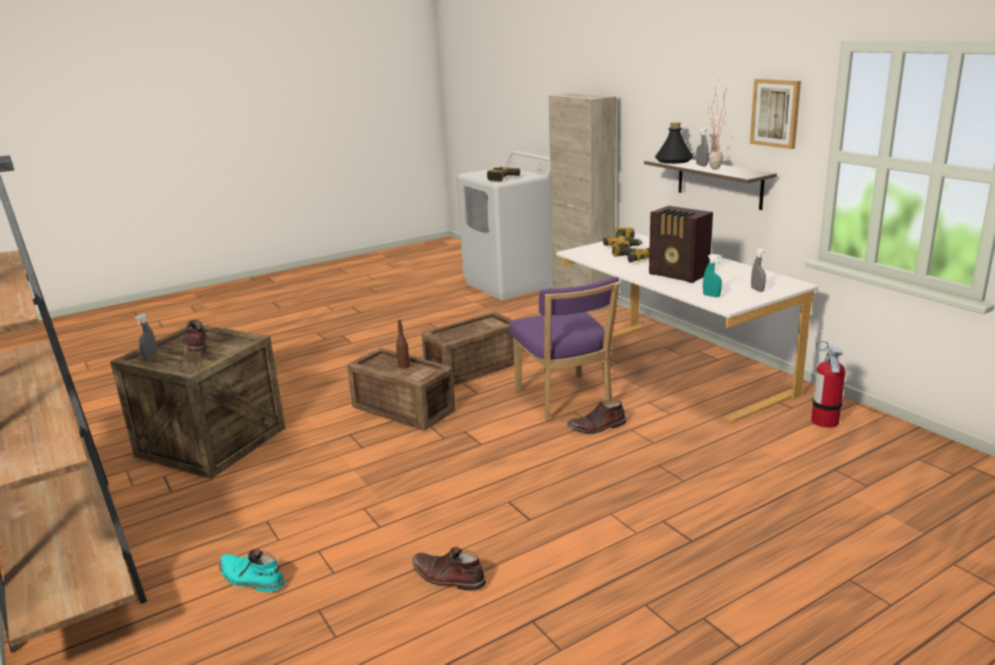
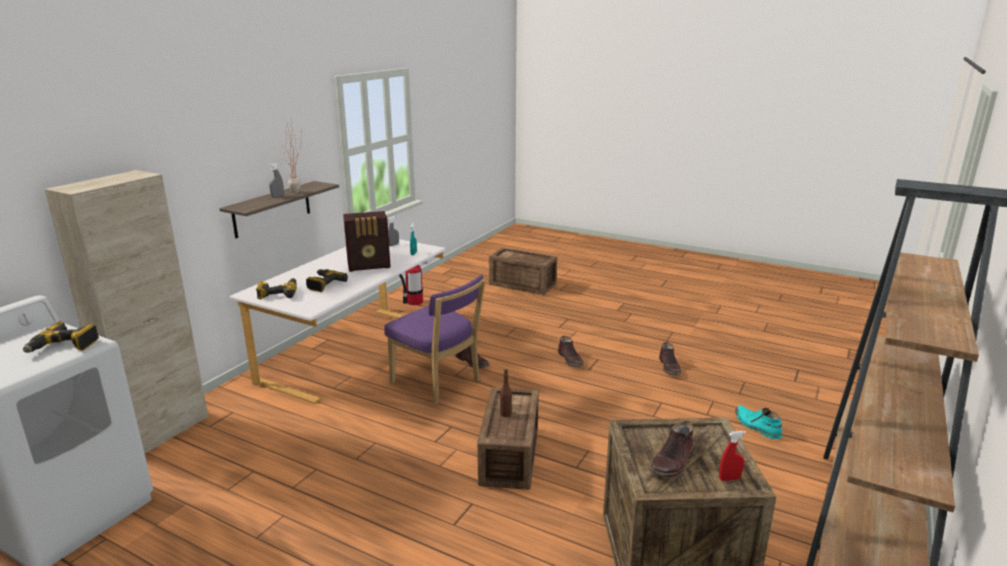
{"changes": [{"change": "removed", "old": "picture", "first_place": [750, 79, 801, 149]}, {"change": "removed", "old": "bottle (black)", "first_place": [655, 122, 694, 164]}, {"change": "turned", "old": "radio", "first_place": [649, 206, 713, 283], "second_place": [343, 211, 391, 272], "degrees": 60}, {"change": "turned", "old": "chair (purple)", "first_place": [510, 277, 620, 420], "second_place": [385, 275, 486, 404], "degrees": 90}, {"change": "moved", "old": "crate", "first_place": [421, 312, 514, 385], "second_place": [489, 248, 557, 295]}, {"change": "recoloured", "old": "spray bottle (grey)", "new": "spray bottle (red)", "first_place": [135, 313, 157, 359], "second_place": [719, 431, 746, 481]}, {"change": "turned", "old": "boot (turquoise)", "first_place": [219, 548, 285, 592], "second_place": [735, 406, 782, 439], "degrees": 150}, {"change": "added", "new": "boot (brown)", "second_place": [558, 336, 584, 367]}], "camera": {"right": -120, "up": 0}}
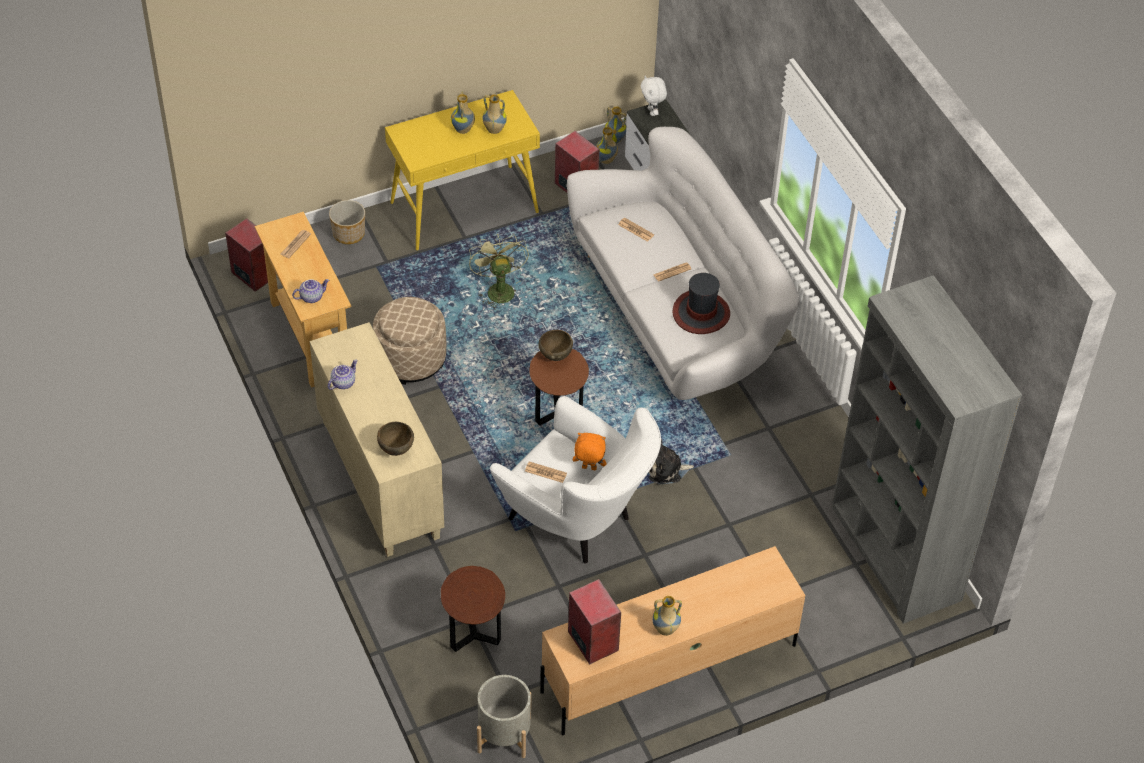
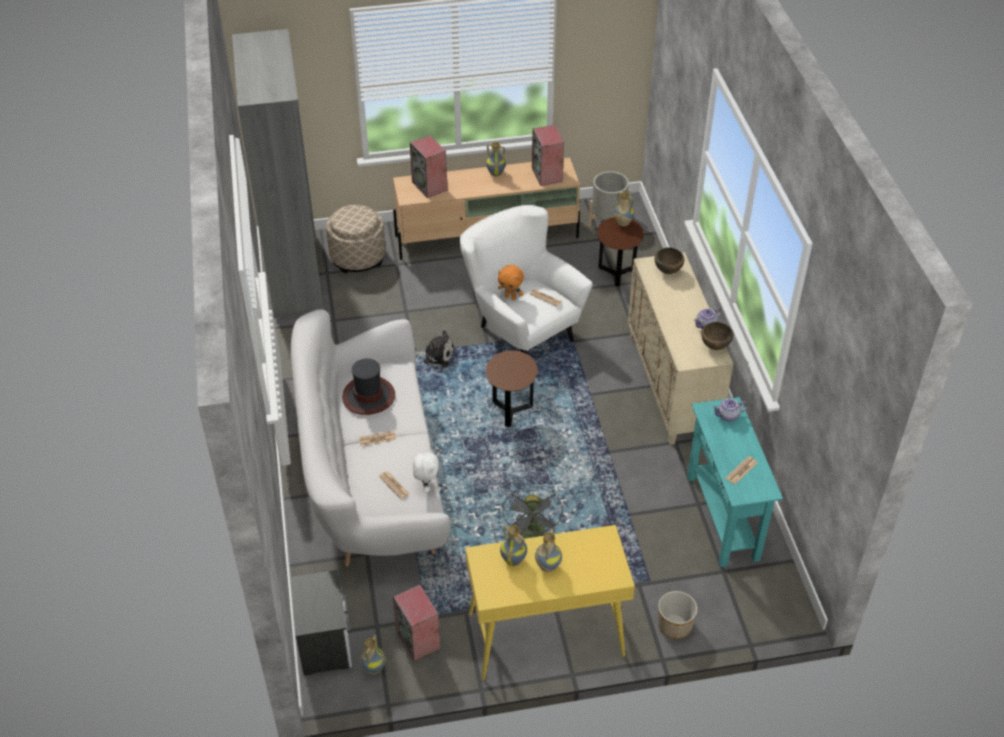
{"changes": [{"change": "moved", "old": "plush toy (white)", "first_place": [641, 76, 667, 116], "second_place": [413, 450, 439, 493]}, {"change": "moved", "old": "vase", "first_place": [605, 107, 626, 143], "second_place": [614, 192, 634, 226]}, {"change": "recoloured", "old": "console table (beige)", "new": "console table (turquoise)", "first_place": [255, 212, 351, 388], "second_place": [687, 397, 783, 567]}, {"change": "moved", "old": "speaker", "first_place": [225, 218, 268, 292], "second_place": [410, 135, 447, 198]}, {"change": "recoloured", "old": "fan (green)", "new": "fan (grey)", "first_place": [469, 234, 529, 308], "second_place": [502, 487, 563, 539]}, {"change": "moved", "old": "ottoman (beige)", "first_place": [373, 297, 446, 385], "second_place": [326, 205, 385, 273]}, {"change": "moved", "old": "bowl (brown)", "first_place": [539, 330, 573, 361], "second_place": [701, 322, 734, 350]}], "camera": {"right": -165, "up": -5}}
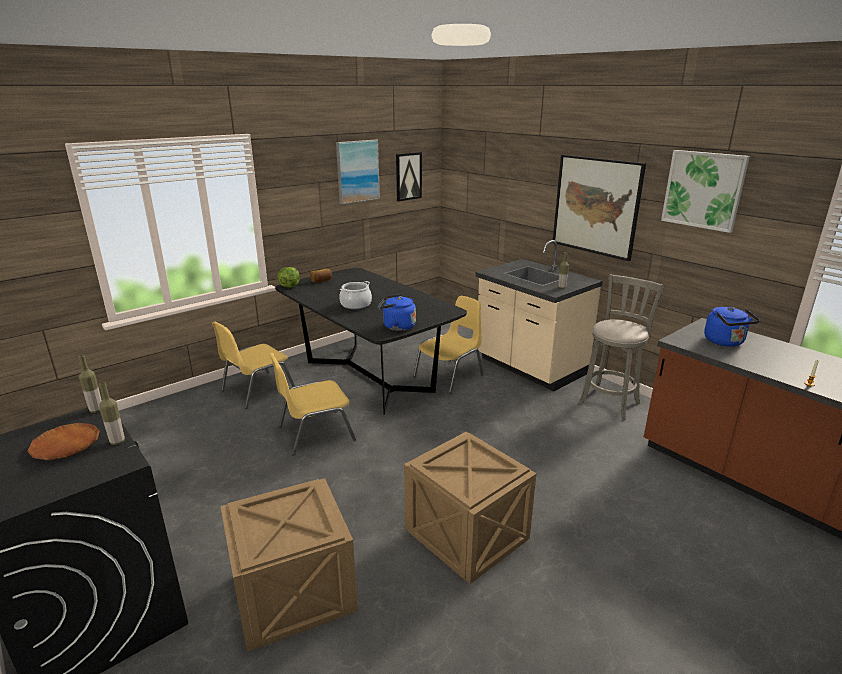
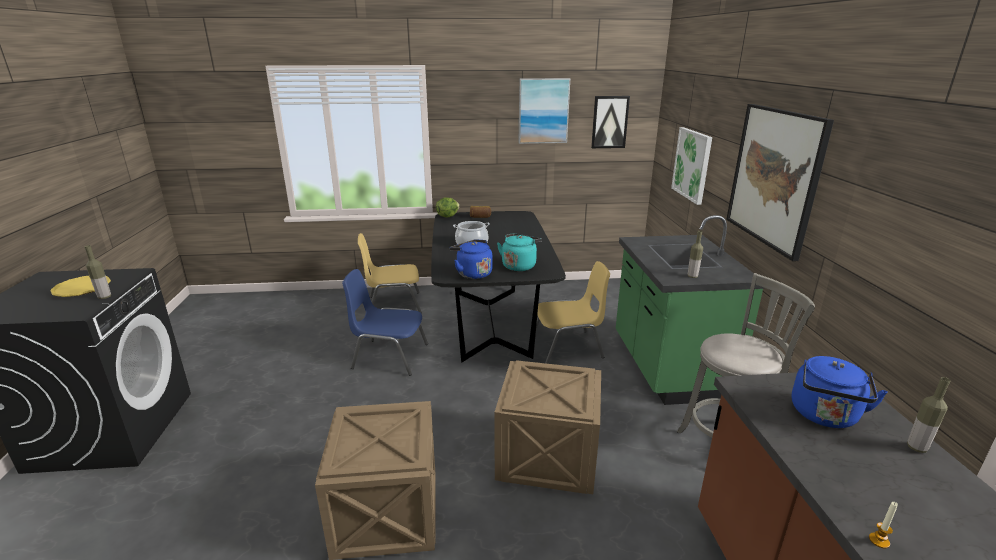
{"changes": [{"change": "moved", "old": "picture", "first_place": [661, 150, 750, 233], "second_place": [671, 127, 712, 205]}, {"change": "recoloured", "old": "counter (beige)", "new": "counter (green)", "first_place": [475, 240, 603, 391], "second_place": [616, 215, 764, 405]}, {"change": "recoloured", "old": "chair (yellow)", "new": "chair (blue)", "first_place": [269, 353, 356, 456], "second_place": [342, 269, 428, 376]}, {"change": "moved", "old": "bottle", "first_place": [78, 355, 102, 413], "second_place": [907, 377, 950, 453]}, {"change": "recoloured", "old": "plate (brown)", "new": "plate (yellow)", "first_place": [27, 423, 100, 460], "second_place": [50, 276, 111, 297]}, {"change": "moved", "old": "crate", "first_place": [220, 478, 358, 651], "second_place": [494, 360, 601, 494]}, {"change": "added", "new": "kettle (turquoise)", "second_place": [497, 233, 542, 271]}], "camera": {"right": 35, "up": 0}}
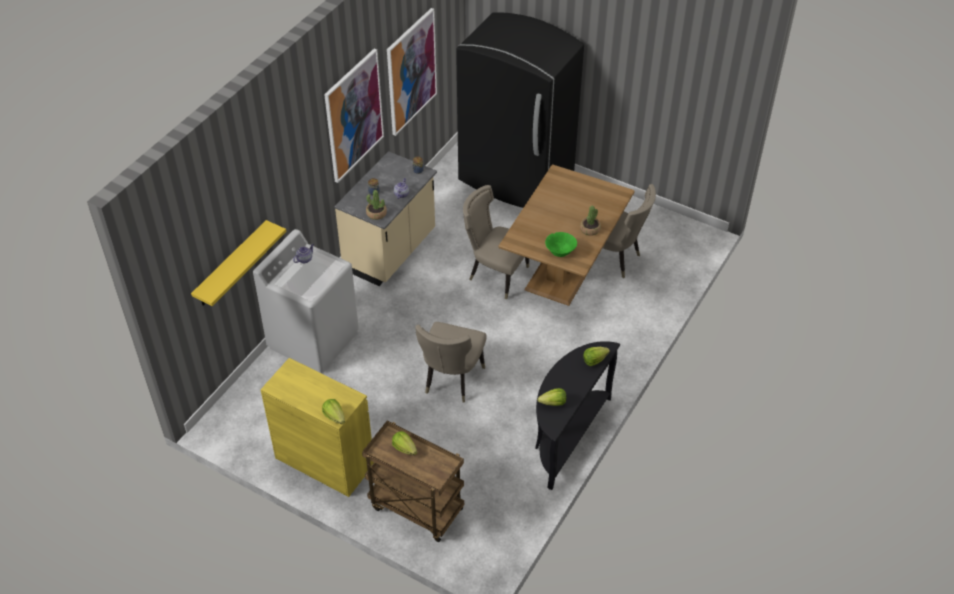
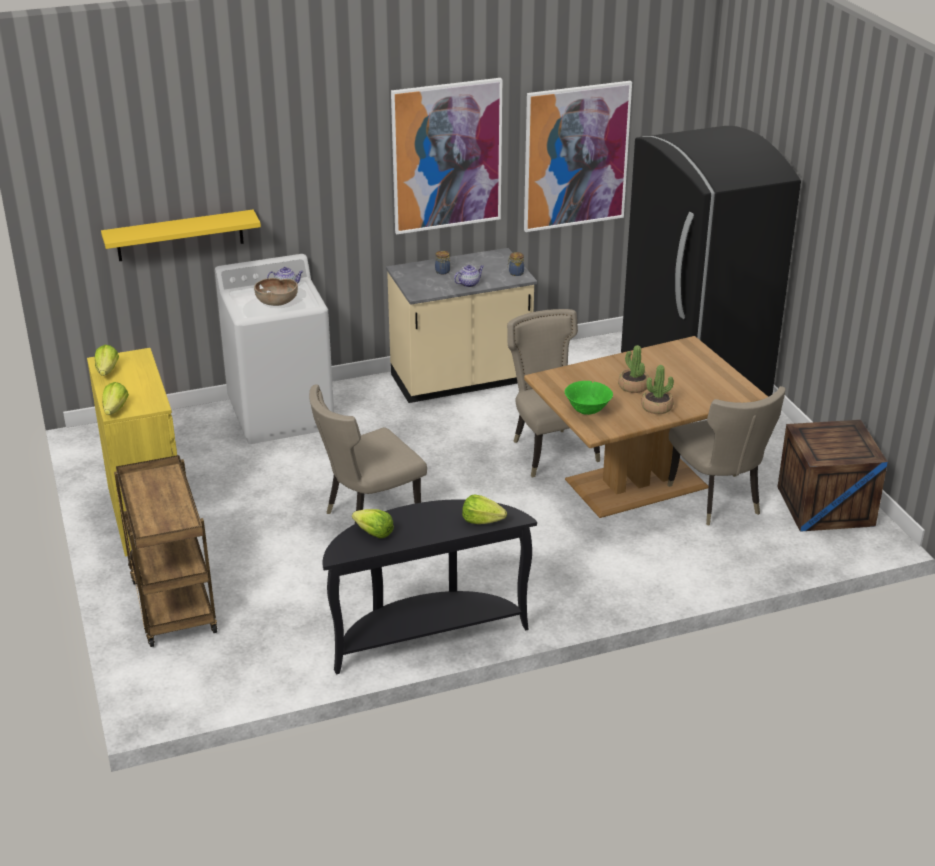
{"changes": [{"change": "moved", "old": "potted plant", "first_place": [366, 190, 387, 220], "second_place": [618, 345, 649, 393]}, {"change": "moved", "old": "lettuce", "first_place": [392, 431, 417, 455], "second_place": [94, 345, 119, 376]}, {"change": "added", "new": "bowl (brown)", "second_place": [254, 278, 298, 306]}, {"change": "added", "new": "crate", "second_place": [778, 420, 888, 532]}], "camera": {"right": 40, "up": -15}}
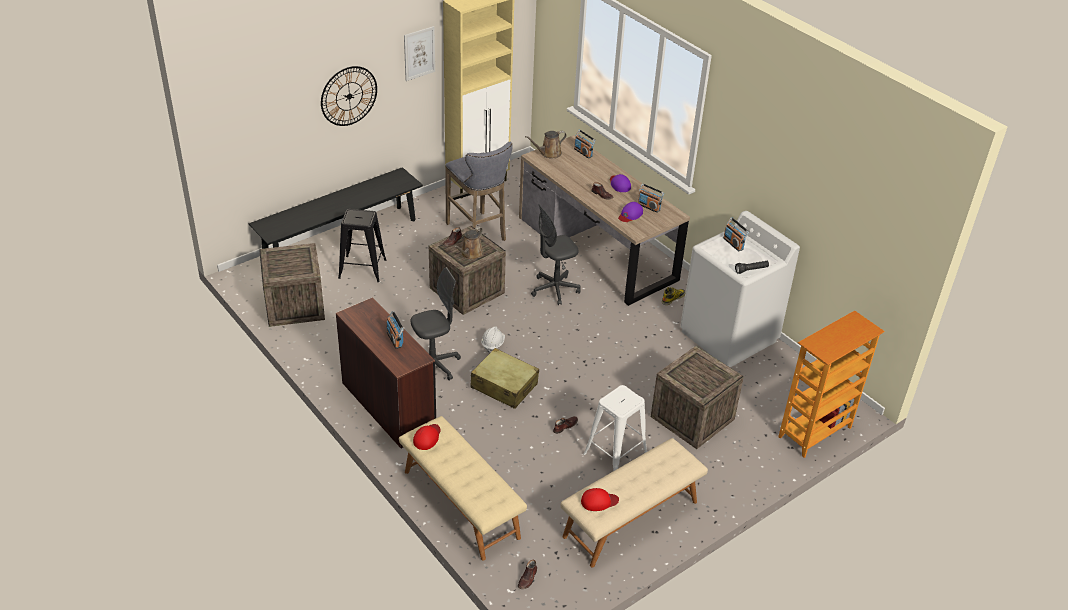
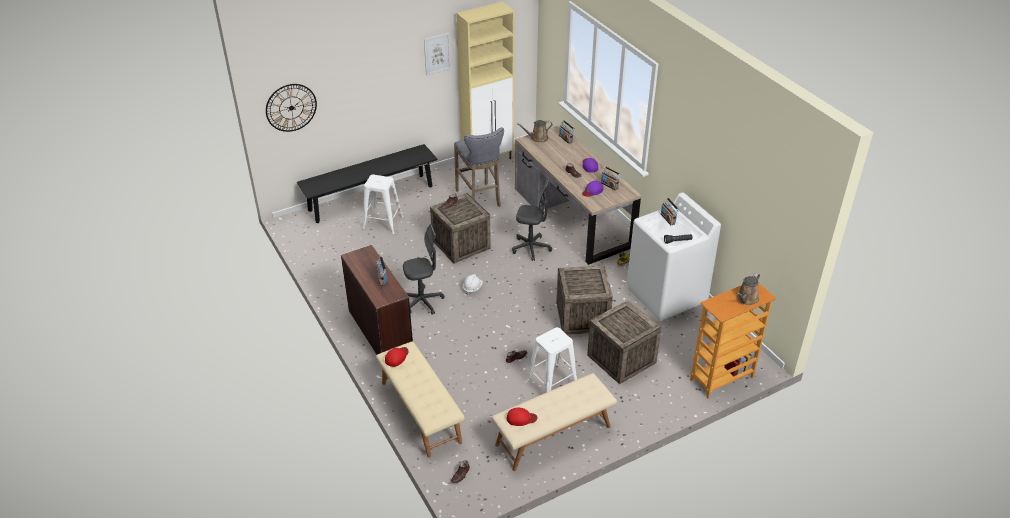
{"changes": [{"change": "moved", "old": "wall clock", "first_place": [321, 66, 377, 126], "second_place": [266, 84, 317, 132]}, {"change": "turned", "old": "office chair (grey)", "first_place": [531, 204, 581, 305], "second_place": [512, 177, 552, 261], "degrees": -150}, {"change": "recoloured", "old": "stool (black)", "new": "stool (white)", "first_place": [338, 209, 386, 282], "second_place": [363, 175, 403, 234]}, {"change": "moved", "old": "watering can (brown)", "first_place": [454, 227, 484, 260], "second_place": [737, 273, 760, 305]}, {"change": "moved", "old": "crate", "first_place": [259, 243, 325, 327], "second_place": [556, 265, 613, 334]}, {"change": "removed", "old": "suitcase (beige)", "first_place": [470, 348, 539, 409]}], "camera": {"right": 10, "up": 0}}
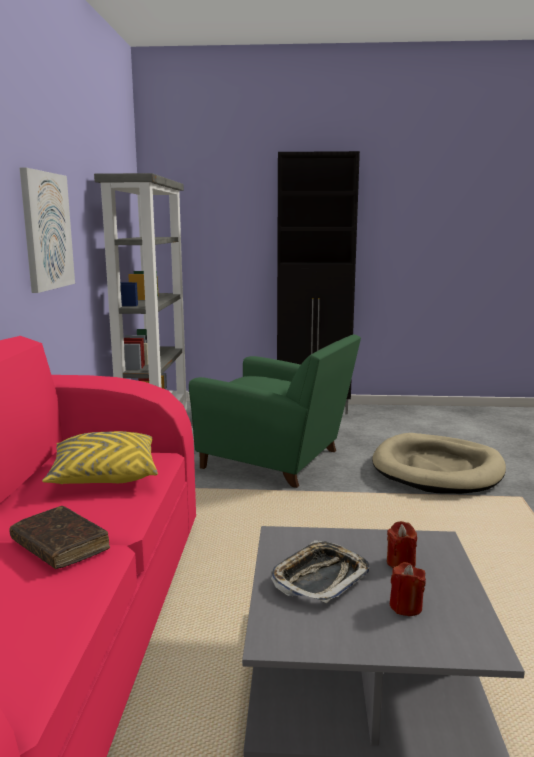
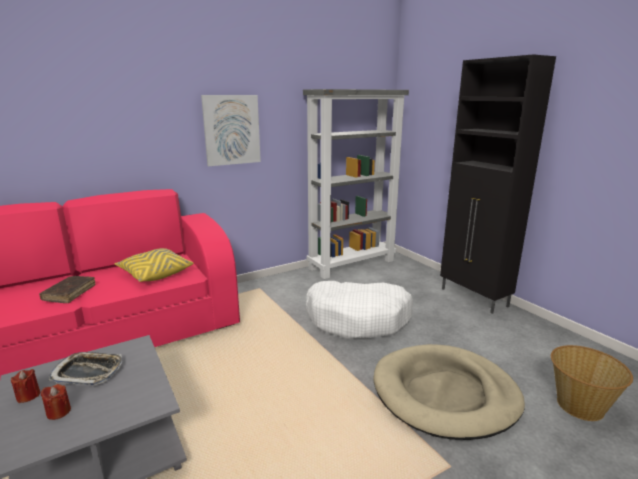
{"changes": [{"change": "replaced", "old": "armchair (green)", "new": "dog bed (white)", "first_place": [189, 334, 361, 488], "second_place": [306, 281, 413, 339]}, {"change": "moved", "old": "candle (red)", "first_place": [387, 521, 417, 568], "second_place": [11, 369, 40, 403]}, {"change": "added", "new": "basket", "second_place": [551, 345, 633, 421]}], "camera": {"right": 55, "up": 5}}
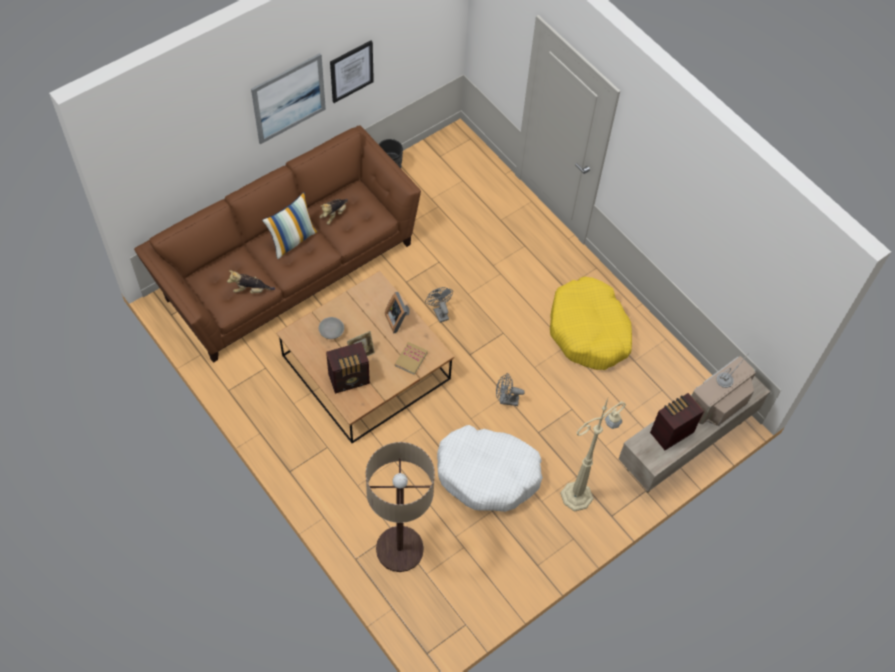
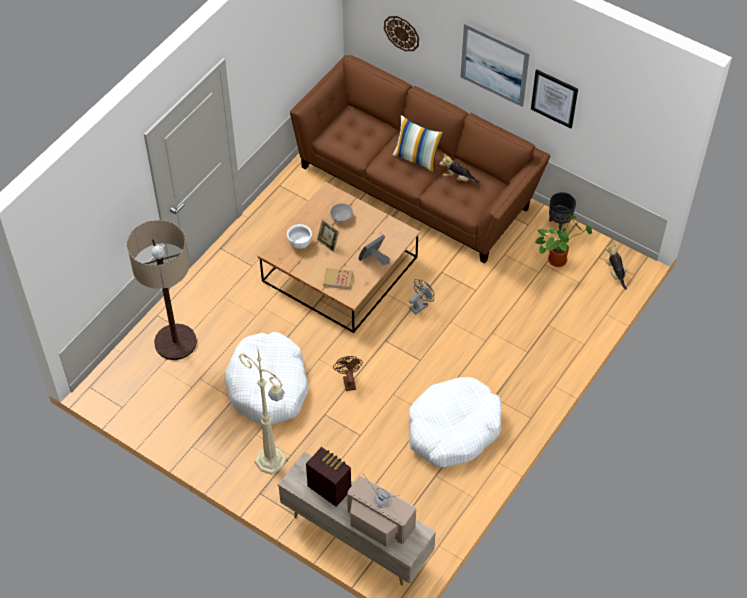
{"changes": [{"change": "moved", "old": "plush toy", "first_place": [227, 270, 275, 293], "second_place": [605, 242, 627, 289]}, {"change": "recoloured", "old": "dog bed (yellow)", "new": "dog bed (white)", "first_place": [550, 276, 632, 370], "second_place": [409, 377, 502, 467]}, {"change": "replaced", "old": "radio", "new": "bowl (white)", "first_place": [326, 342, 370, 394], "second_place": [287, 224, 312, 249]}, {"change": "recoloured", "old": "fan (grey)", "new": "fan (brown)", "first_place": [496, 374, 525, 406], "second_place": [333, 356, 363, 391]}, {"change": "added", "new": "wall clock", "second_place": [384, 16, 419, 51]}, {"change": "added", "new": "potted plant", "second_place": [535, 214, 592, 267]}], "camera": {"right": 75, "up": -5}}
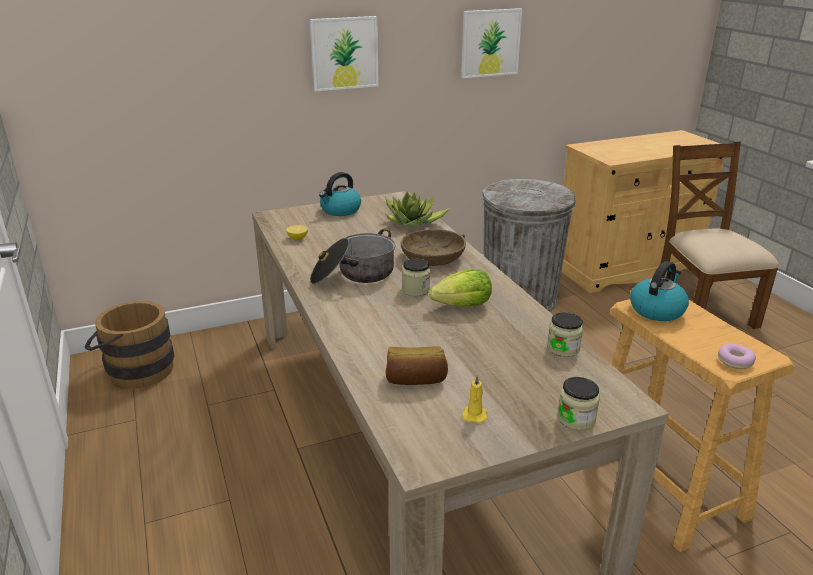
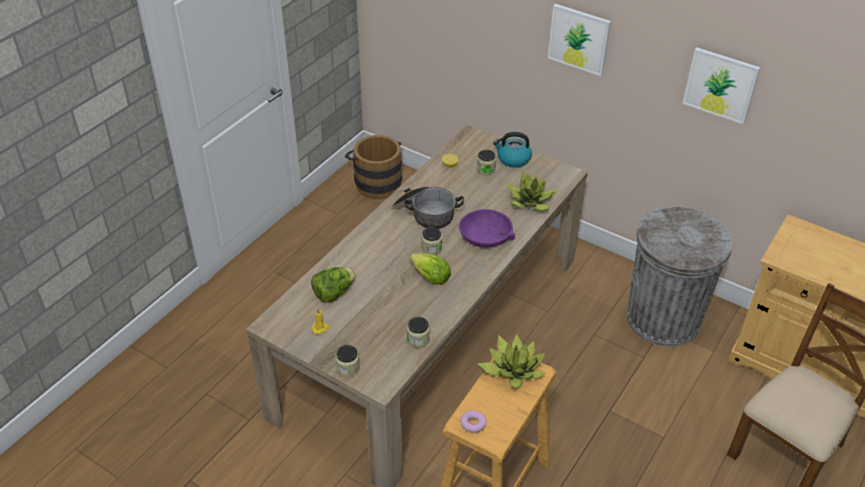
{"changes": [{"change": "recoloured", "old": "bowl (brown)", "new": "bowl (purple)", "first_place": [401, 229, 466, 266], "second_place": [459, 209, 515, 248]}, {"change": "replaced", "old": "kettle", "new": "potted plant", "first_place": [630, 261, 689, 321], "second_place": [477, 334, 547, 388]}, {"change": "replaced", "old": "bread", "new": "lettuce", "first_place": [386, 346, 448, 385], "second_place": [311, 267, 356, 303]}, {"change": "added", "new": "jar", "second_place": [477, 150, 496, 176]}], "camera": {"right": 55, "up": 15}}
